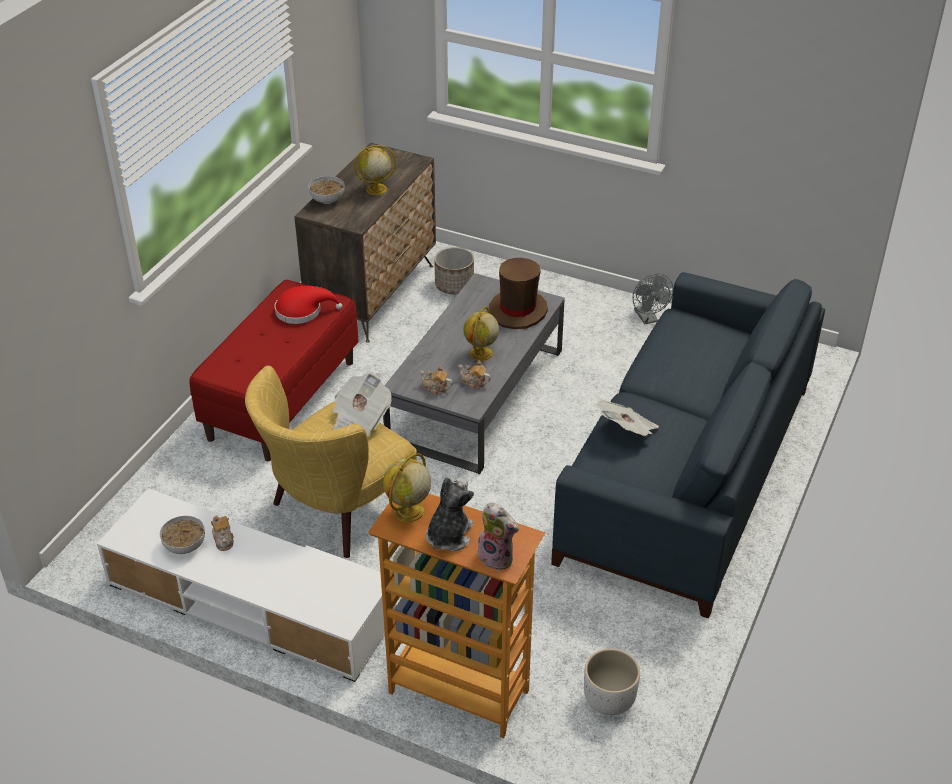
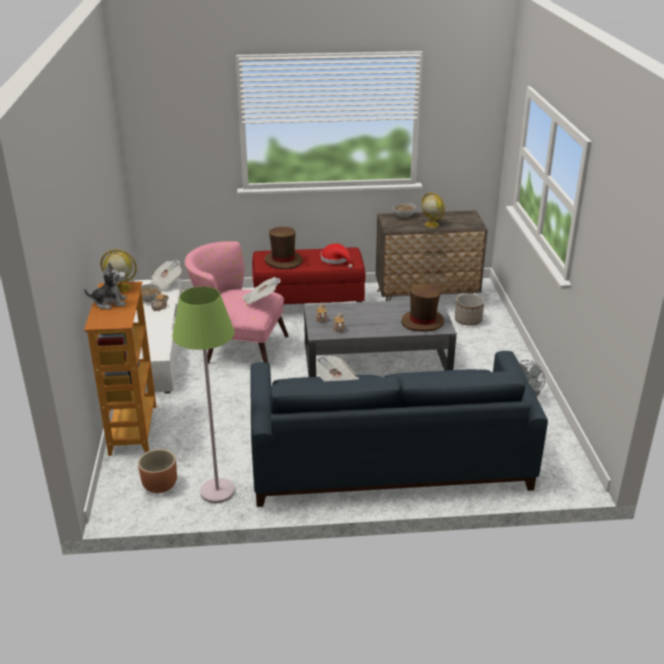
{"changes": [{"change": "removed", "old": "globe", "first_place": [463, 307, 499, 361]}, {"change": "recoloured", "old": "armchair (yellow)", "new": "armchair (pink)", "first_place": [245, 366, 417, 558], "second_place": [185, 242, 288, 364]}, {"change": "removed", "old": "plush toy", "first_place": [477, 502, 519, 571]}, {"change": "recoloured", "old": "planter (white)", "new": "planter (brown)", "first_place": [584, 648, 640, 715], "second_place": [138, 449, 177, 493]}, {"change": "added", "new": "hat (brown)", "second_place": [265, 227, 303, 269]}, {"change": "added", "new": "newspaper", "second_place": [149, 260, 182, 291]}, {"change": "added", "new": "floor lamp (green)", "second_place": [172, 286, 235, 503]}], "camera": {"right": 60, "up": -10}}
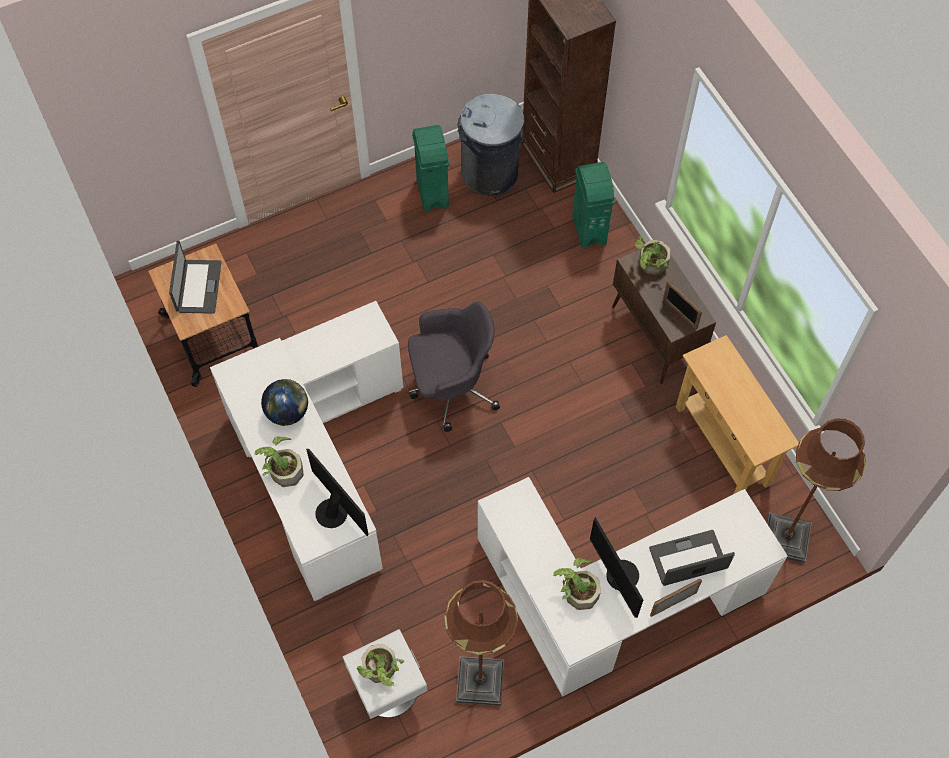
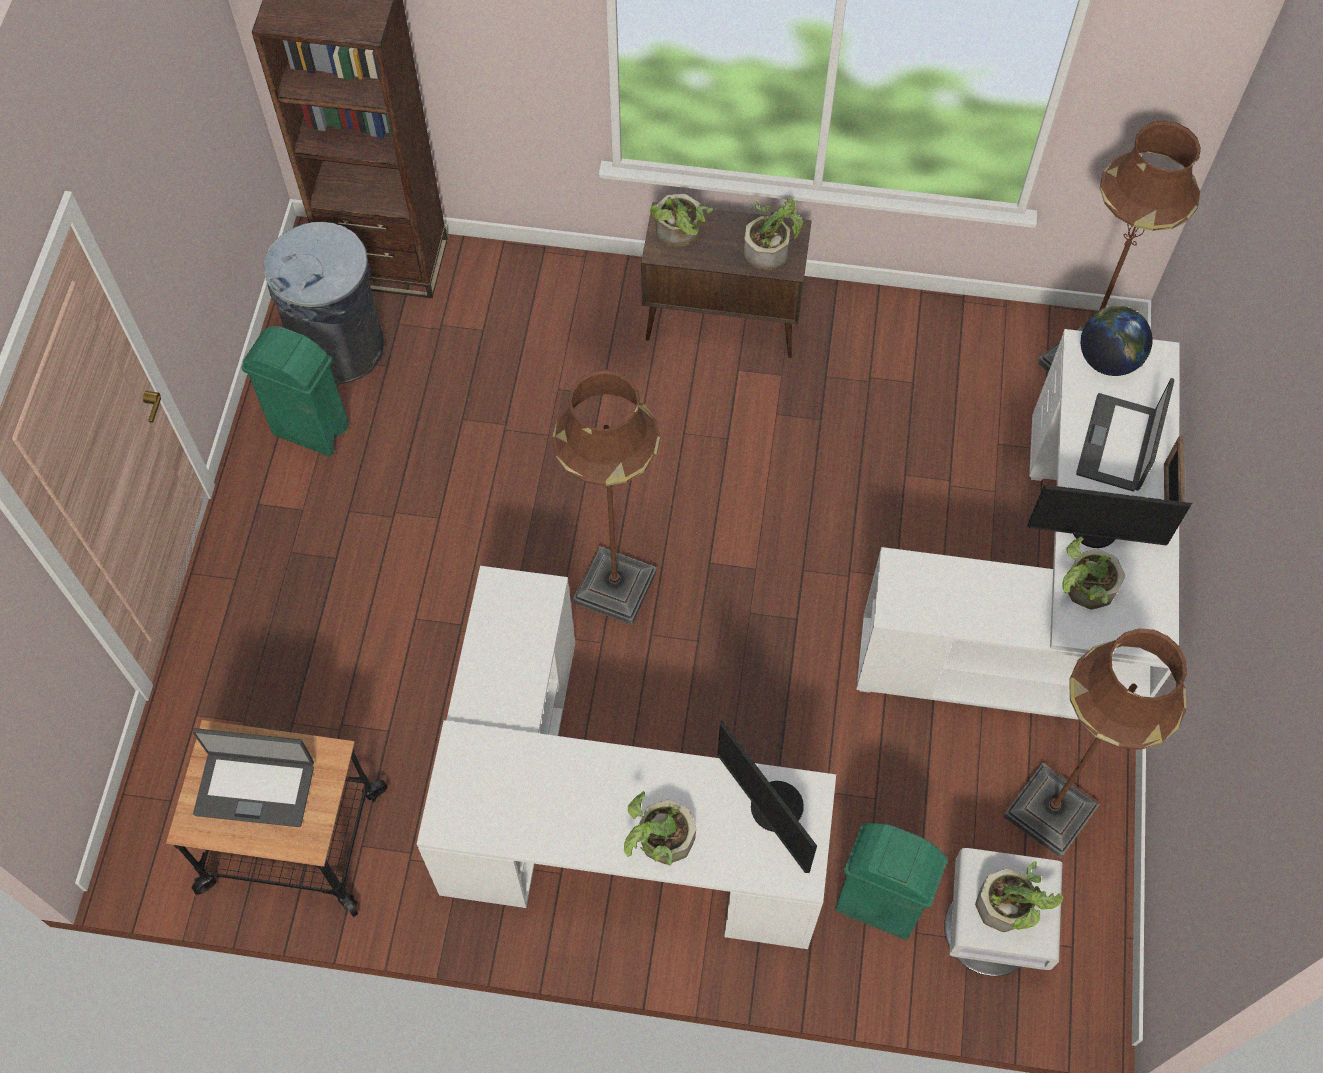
{"changes": [{"change": "moved", "old": "trash can (green)", "first_place": [572, 162, 615, 249], "second_place": [835, 823, 948, 940]}, {"change": "turned", "old": "laptop", "first_place": [169, 240, 221, 314], "second_place": [192, 728, 314, 827], "degrees": 150}, {"change": "replaced", "old": "picture frame", "new": "potted plant", "first_place": [663, 280, 703, 329], "second_place": [744, 198, 803, 270]}, {"change": "replaced", "old": "office chair (grey)", "new": "floor lamp (brown)", "first_place": [408, 301, 500, 432], "second_place": [552, 370, 660, 625]}, {"change": "removed", "old": "console table (beige)", "first_place": [676, 335, 799, 494]}, {"change": "moved", "old": "globe", "first_place": [261, 379, 308, 426], "second_place": [1081, 306, 1152, 376]}, {"change": "turned", "old": "monitor", "first_place": [306, 449, 368, 537], "second_place": [717, 720, 817, 873], "degrees": -120}], "camera": {"right": -55, "up": 0}}
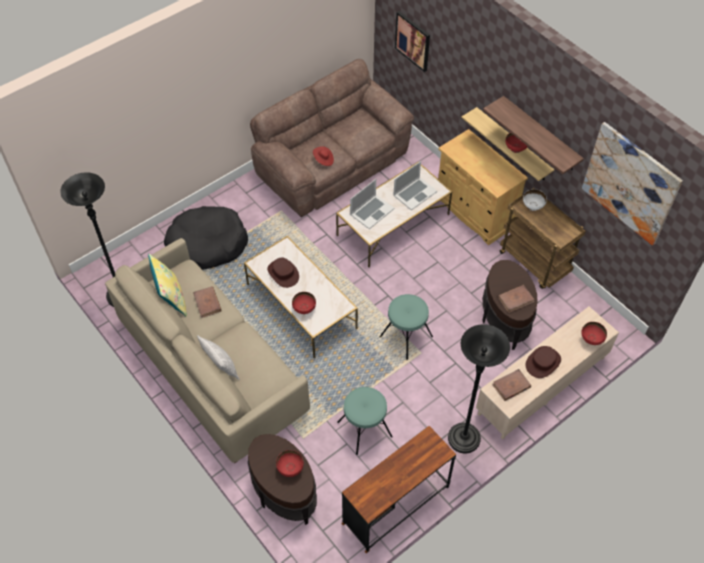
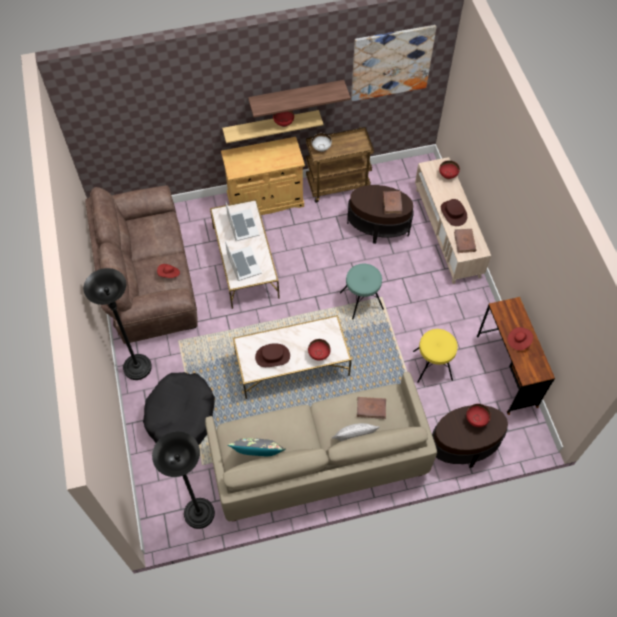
{"changes": [{"change": "removed", "old": "picture", "first_place": [395, 11, 430, 72]}, {"change": "recoloured", "old": "pillow (yellow)", "new": "pillow (grey)", "first_place": [148, 254, 187, 317], "second_place": [228, 438, 286, 456]}, {"change": "moved", "old": "book (brown)", "first_place": [193, 286, 222, 318], "second_place": [357, 397, 386, 419]}, {"change": "moved", "old": "floor lamp (black)", "first_place": [448, 324, 510, 454], "second_place": [83, 268, 152, 380]}, {"change": "recoloured", "old": "stool (turquoise)", "new": "stool (yellow)", "first_place": [337, 387, 393, 455], "second_place": [413, 329, 458, 383]}, {"change": "added", "new": "hat (red)", "second_place": [507, 327, 533, 350]}], "camera": {"right": -65, "up": 5}}
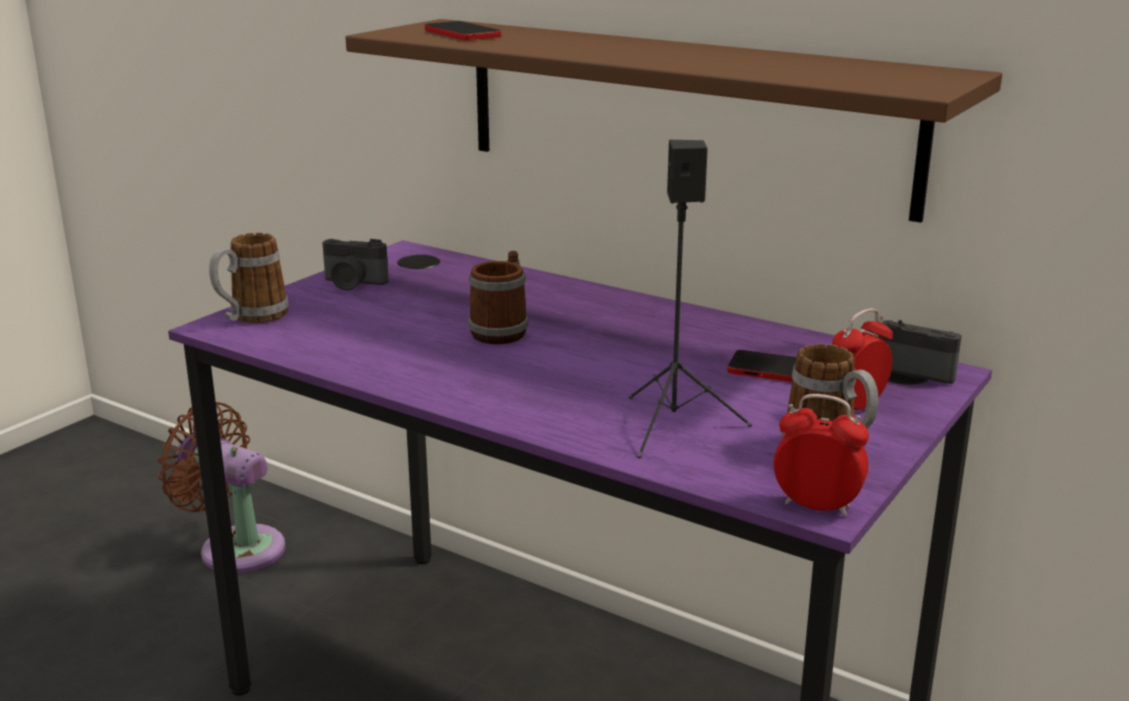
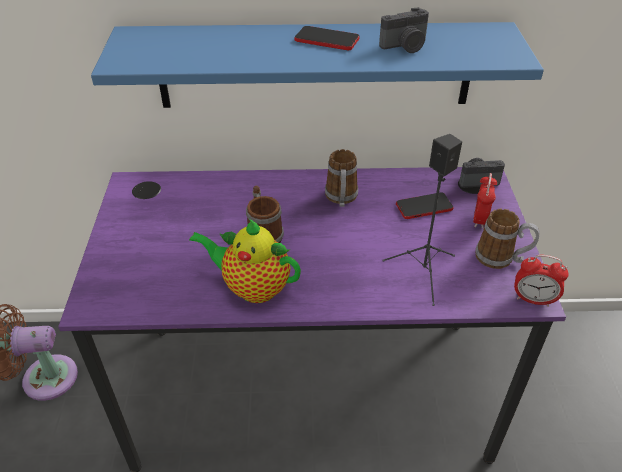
{"changes": [{"change": "recoloured", "old": "shelf (brown)", "new": "shelf (blue)", "first_place": [345, 19, 1002, 223], "second_place": [91, 22, 544, 108]}, {"change": "moved", "old": "phone", "first_place": [425, 21, 501, 40], "second_place": [294, 26, 360, 50]}, {"change": "moved", "old": "mug", "first_place": [209, 233, 289, 323], "second_place": [325, 149, 358, 207]}, {"change": "moved", "old": "photo camera", "first_place": [322, 239, 389, 291], "second_place": [379, 7, 429, 53]}, {"change": "turned", "old": "alarm clock", "first_place": [774, 394, 869, 516], "second_place": [514, 255, 569, 307], "degrees": -150}, {"change": "added", "new": "teapot", "second_place": [189, 219, 301, 303]}], "camera": {"right": -35, "up": 20}}
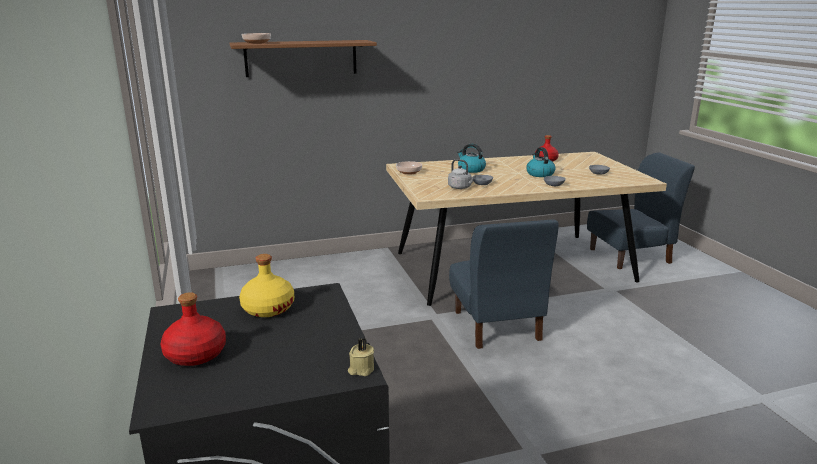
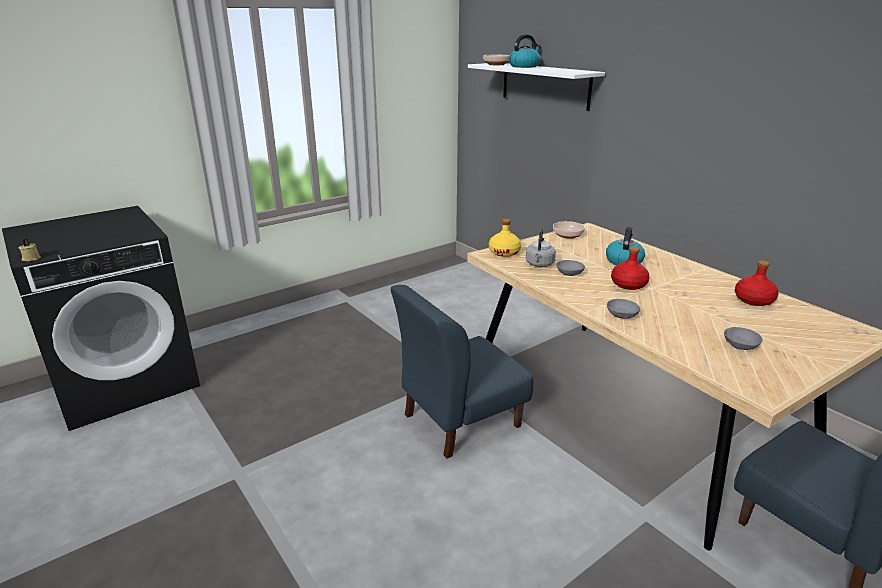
{"changes": [{"change": "recoloured", "old": "shelf (brown)", "new": "shelf (white)", "first_place": [230, 40, 377, 77], "second_place": [468, 63, 605, 111]}, {"change": "moved", "old": "kettle", "first_place": [526, 147, 556, 177], "second_place": [509, 34, 541, 68]}, {"change": "moved", "old": "bottle (yellow)", "first_place": [239, 254, 294, 317], "second_place": [489, 219, 521, 257]}, {"change": "moved", "old": "bottle (red)", "first_place": [161, 292, 226, 366], "second_place": [611, 247, 650, 290]}], "camera": {"right": 70, "up": 5}}
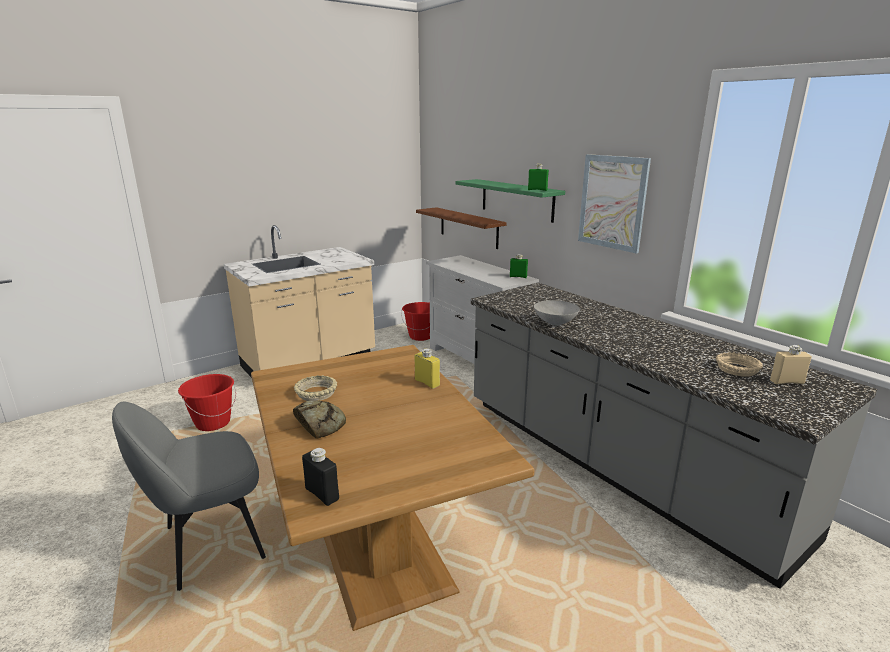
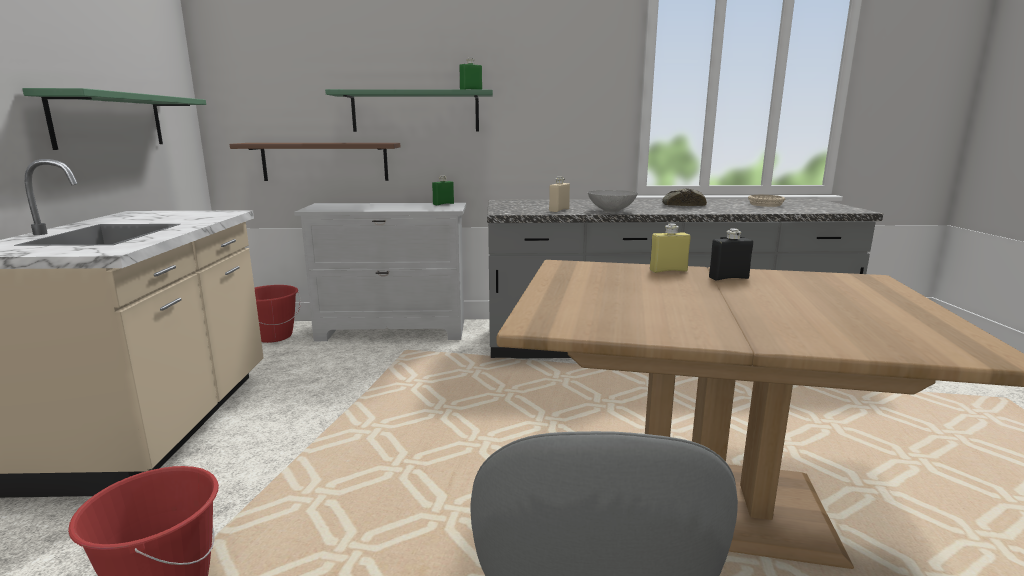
{"changes": [{"change": "removed", "old": "picture", "first_place": [578, 154, 651, 254]}, {"change": "moved", "old": "bottle (beige)", "first_place": [770, 345, 812, 384], "second_place": [549, 177, 570, 212]}, {"change": "removed", "old": "bowl (beige)", "first_place": [294, 375, 337, 401]}, {"change": "moved", "old": "bread", "first_place": [293, 401, 346, 439], "second_place": [662, 189, 707, 206]}, {"change": "moved", "old": "bottle (black)", "first_place": [302, 448, 339, 506], "second_place": [709, 229, 753, 280]}, {"change": "added", "new": "shelf (green)", "second_place": [22, 88, 206, 150]}], "camera": {"right": -55, "up": -5}}
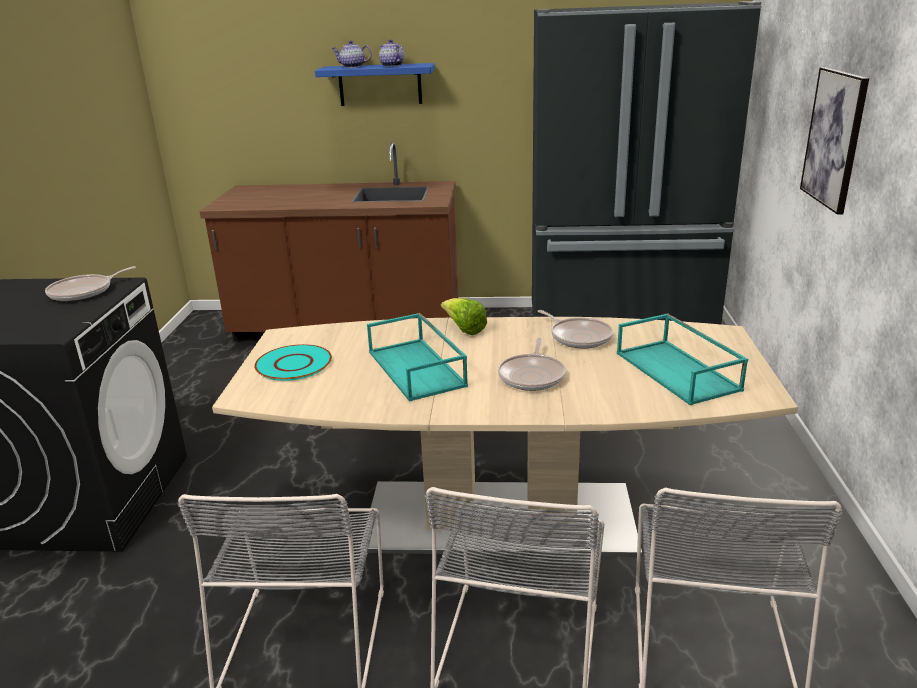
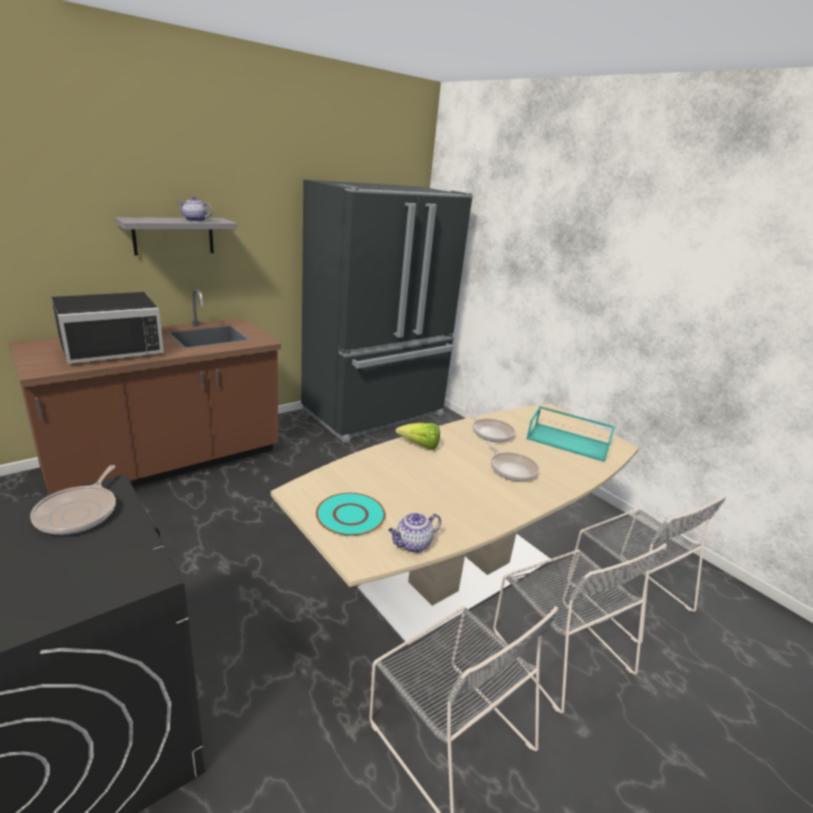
{"changes": [{"change": "moved", "old": "teapot", "first_place": [332, 41, 372, 68], "second_place": [388, 512, 441, 553]}, {"change": "recoloured", "old": "shelf (blue)", "new": "shelf (grey)", "first_place": [315, 63, 435, 106], "second_place": [114, 217, 237, 255]}, {"change": "removed", "old": "picture", "first_place": [800, 67, 869, 215]}, {"change": "turned", "old": "frying pan", "first_place": [538, 310, 613, 349], "second_place": [465, 409, 515, 442], "degrees": 45}, {"change": "removed", "old": "tray (turquoise)", "first_place": [367, 313, 468, 402]}, {"change": "added", "new": "microwave (black)", "second_place": [51, 292, 164, 364]}], "camera": {"right": -45, "up": 0}}
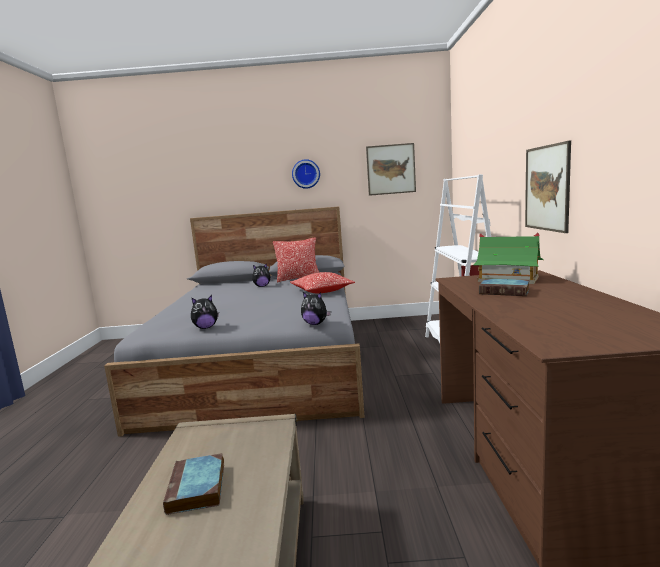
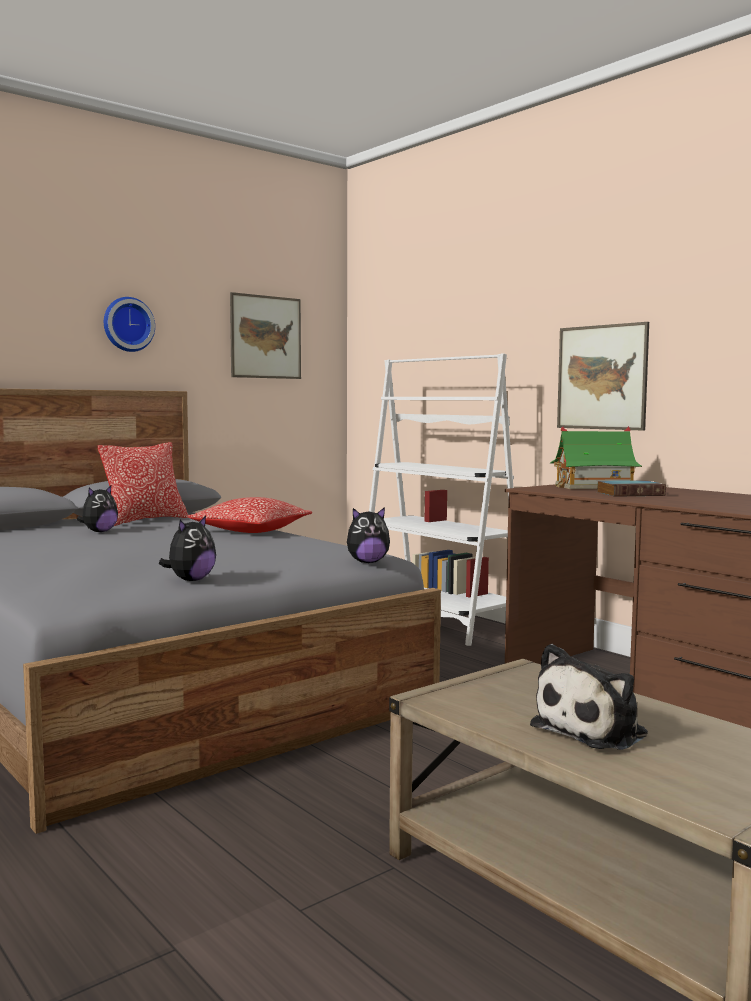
{"changes": [{"change": "replaced", "old": "book", "new": "plush toy", "first_place": [163, 453, 224, 515], "second_place": [530, 644, 648, 750]}], "camera": {"right": -40, "up": -5}}
